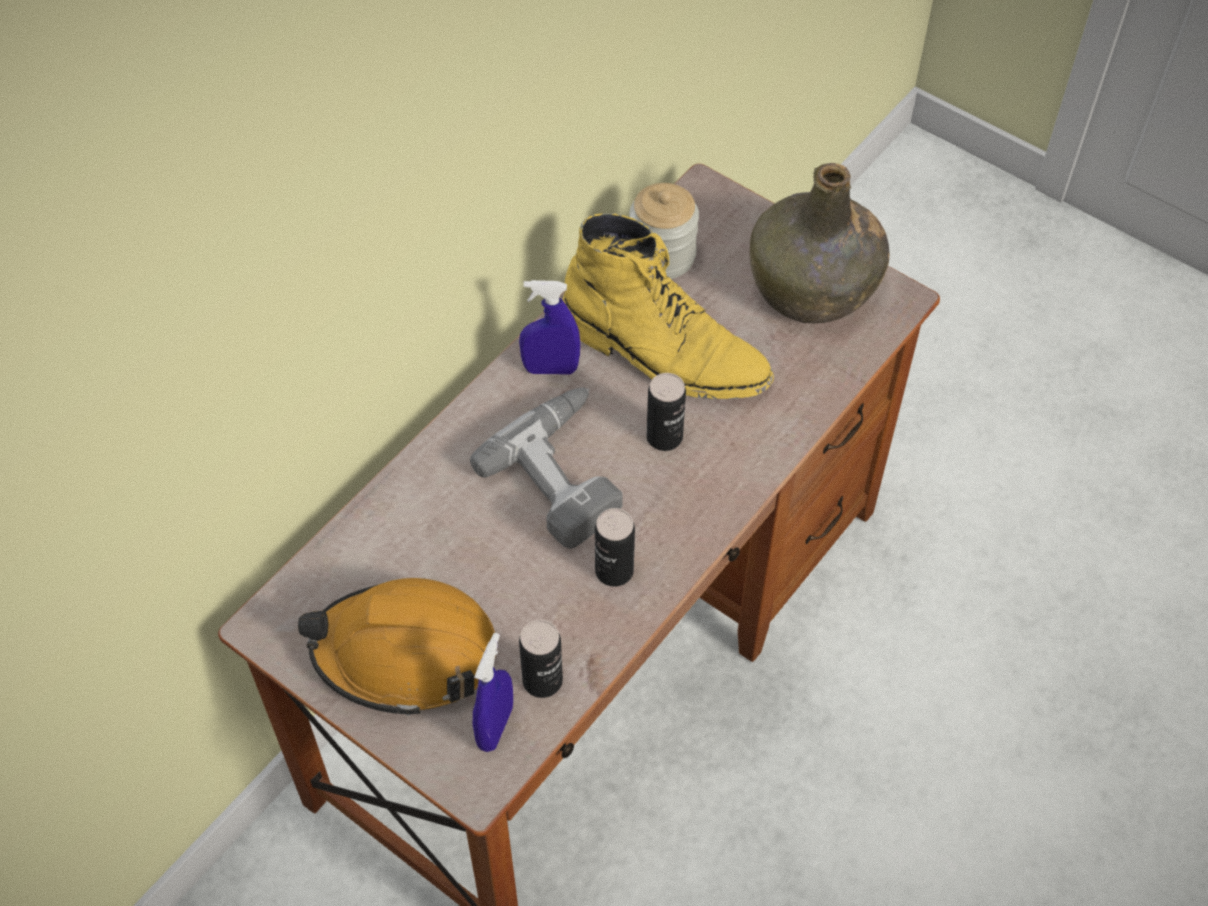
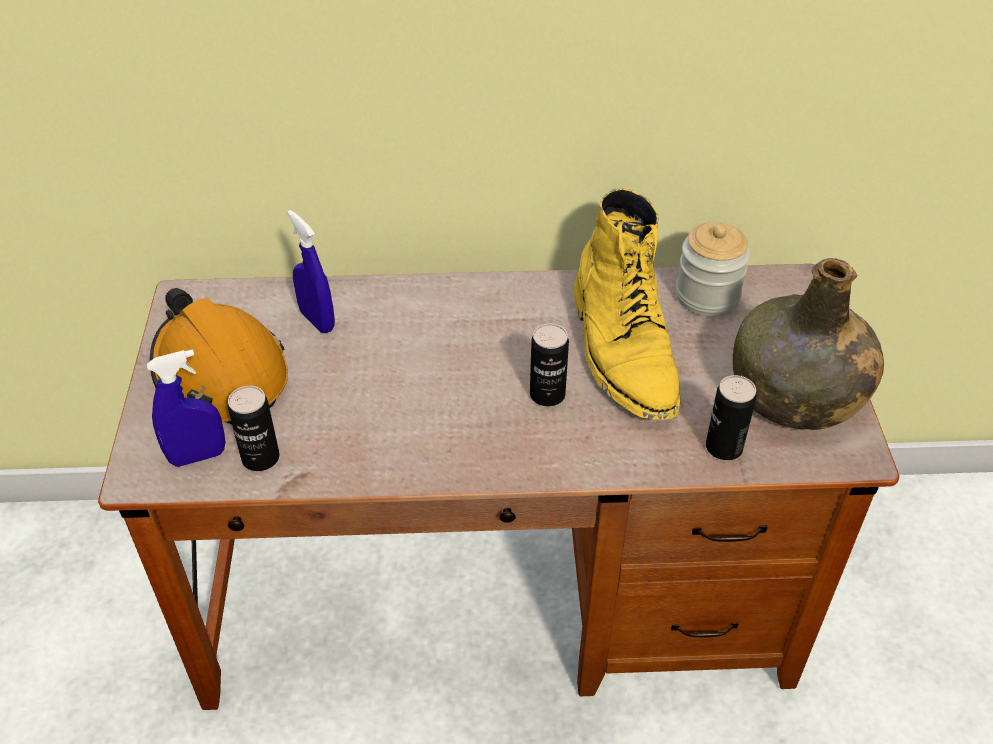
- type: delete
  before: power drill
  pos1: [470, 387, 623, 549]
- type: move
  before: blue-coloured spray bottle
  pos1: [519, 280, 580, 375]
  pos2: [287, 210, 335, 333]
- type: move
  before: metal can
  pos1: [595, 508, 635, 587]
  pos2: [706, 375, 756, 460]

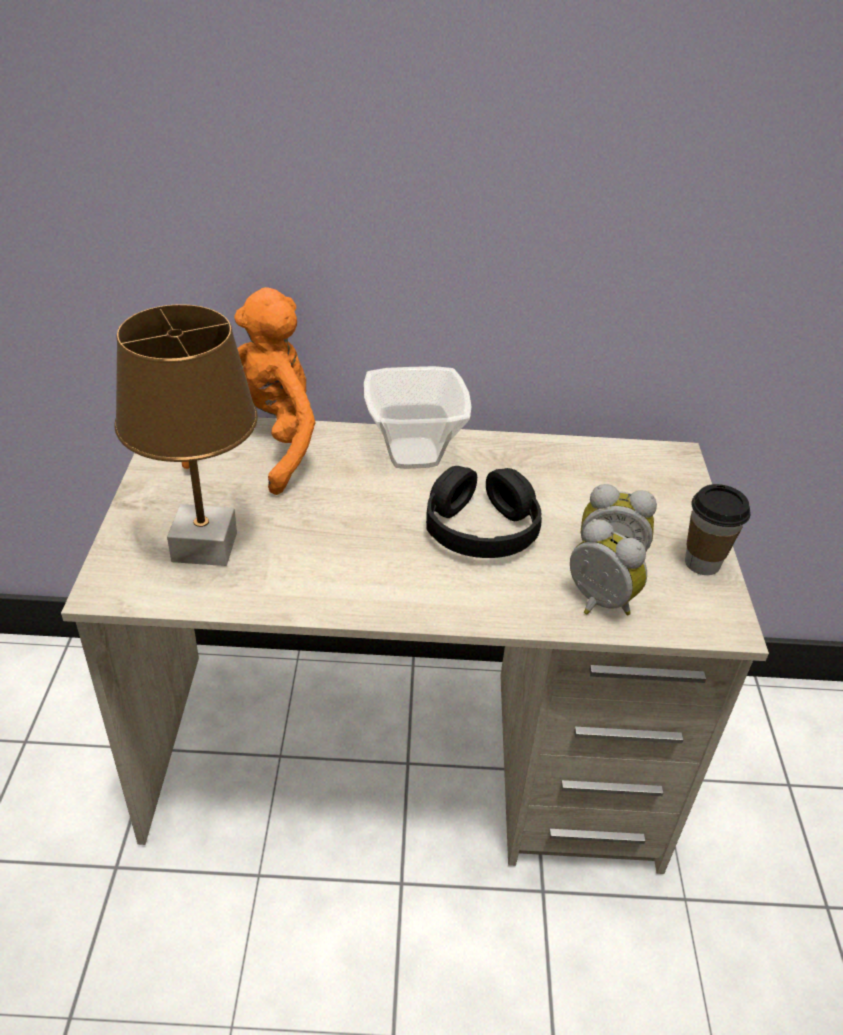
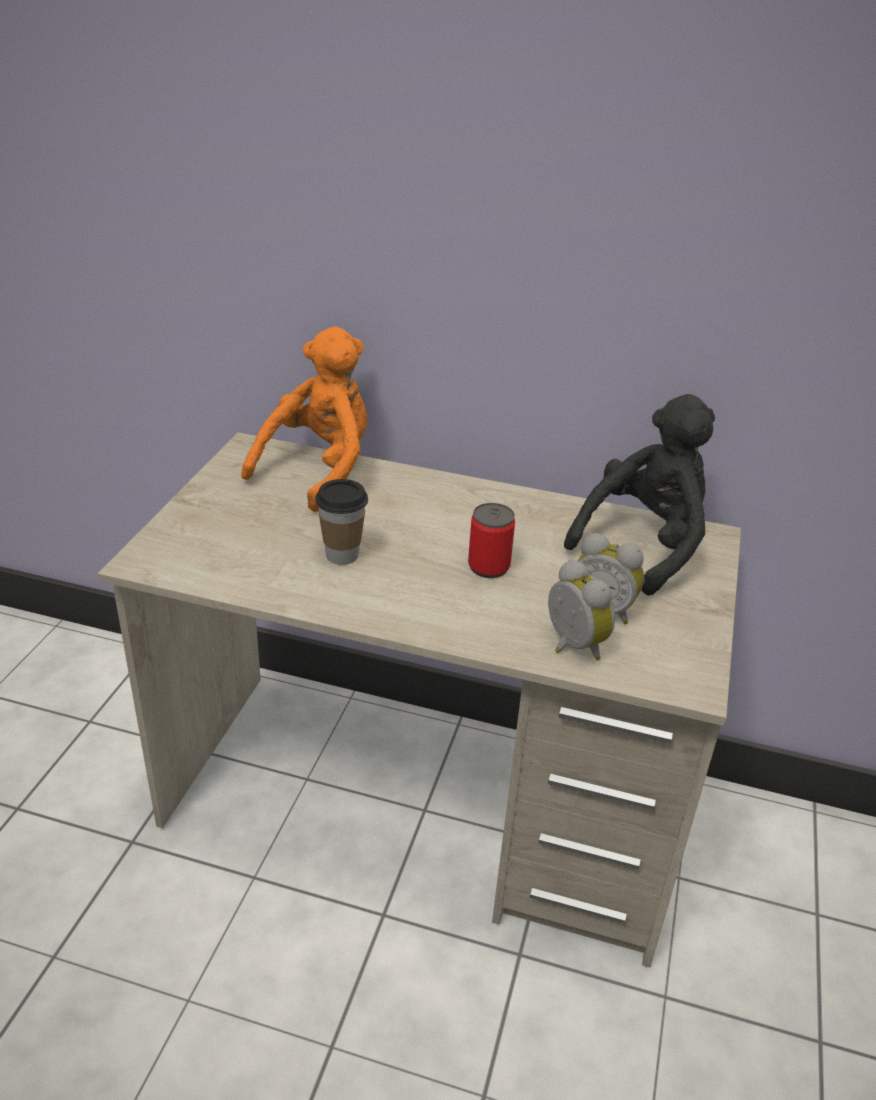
- type: delete
  before: brown tabletop lamp
  pos1: [115, 304, 258, 566]
- type: delete
  before: serving bowl
  pos1: [364, 366, 472, 469]
- type: replace
  before: black-coloured pair of headphones
  after: metal can
  pos1: [426, 466, 542, 558]
  pos2: [468, 503, 515, 578]
- type: move
  before: cup
  pos1: [685, 484, 751, 575]
  pos2: [315, 479, 368, 565]
- type: insert
  after: black-coloured soft toy
  pos2: [564, 394, 715, 596]

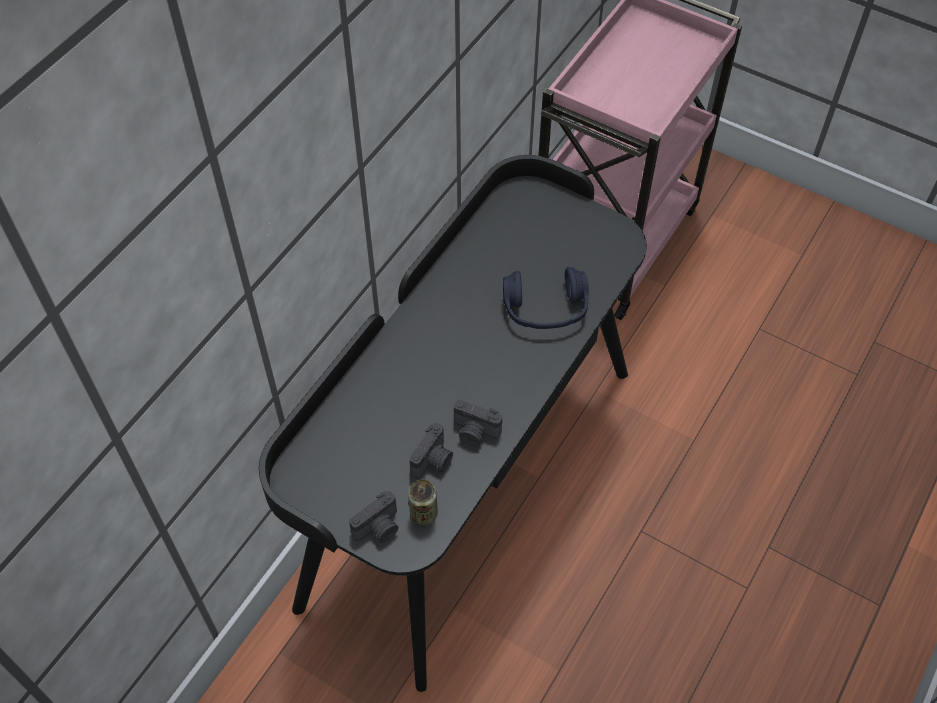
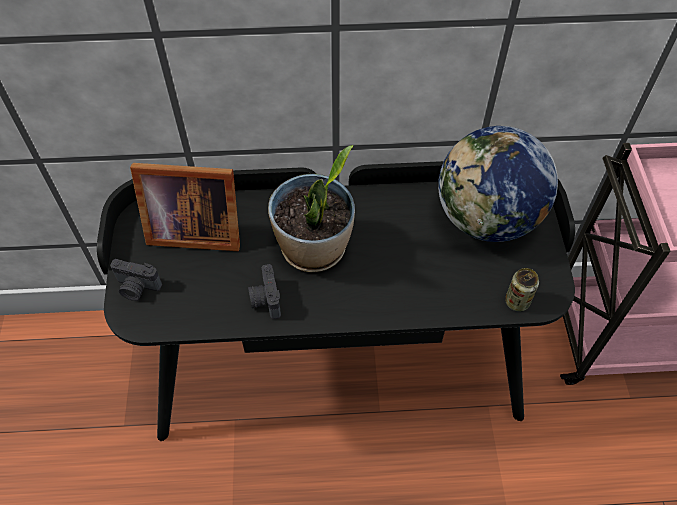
- type: move
  before: metal can
  pos1: [408, 480, 438, 525]
  pos2: [505, 268, 539, 312]
- type: delete
  before: photo camera
  pos1: [409, 423, 453, 478]
- type: delete
  before: blue-coloured pair of headphones
  pos1: [503, 267, 589, 329]
- type: insert
  after: photo frame
  pos2: [130, 163, 240, 251]
- type: insert
  after: potted plant
  pos2: [268, 145, 355, 272]
- type: insert
  after: globe
  pos2: [438, 126, 558, 242]

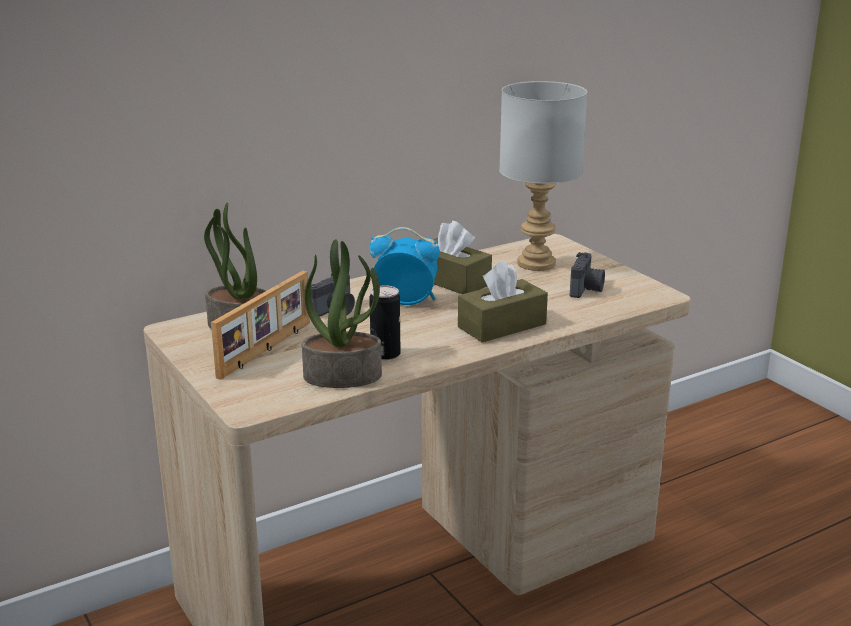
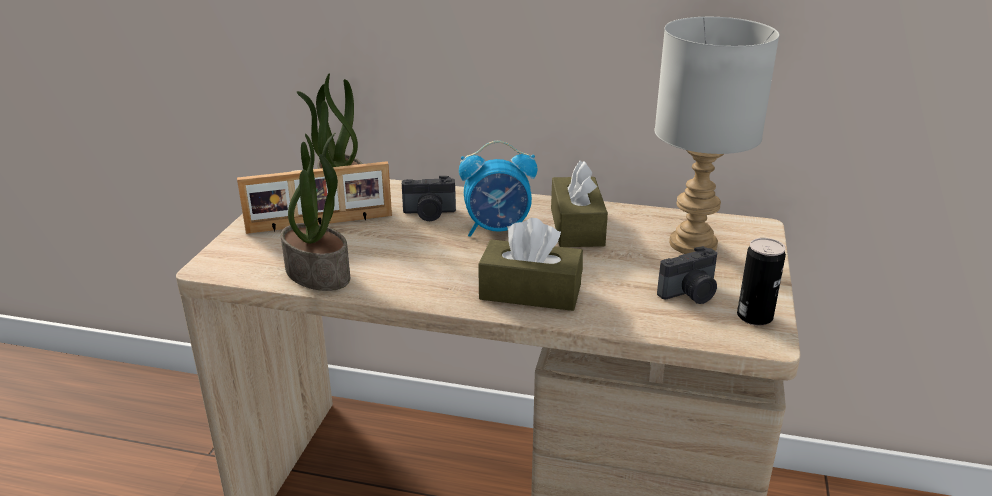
- type: rotate
  before: alarm clock
  pos1: [369, 227, 440, 305]
  pos2: [459, 141, 537, 237]
  turn: 120
- type: move
  before: metal can
  pos1: [369, 285, 400, 360]
  pos2: [737, 238, 786, 326]

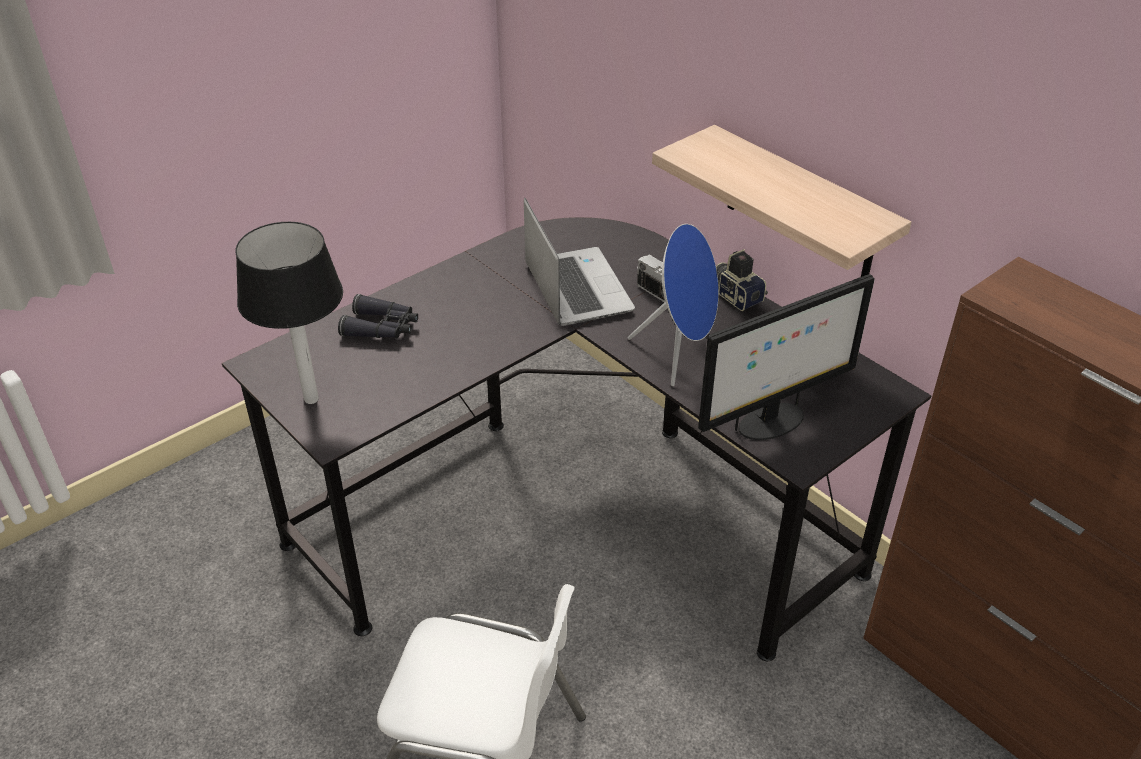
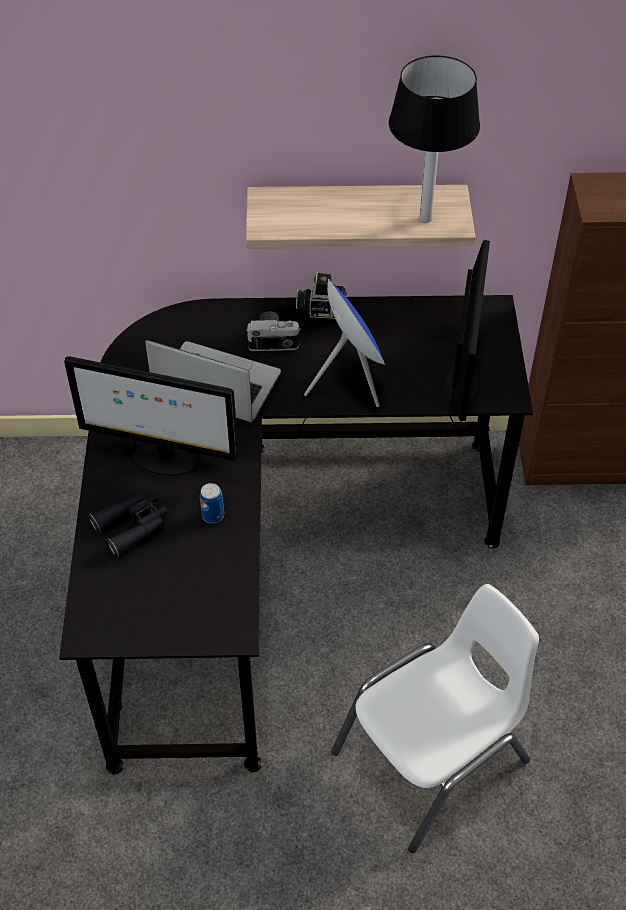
- type: move
  before: tabletop lamp
  pos1: [236, 222, 343, 404]
  pos2: [389, 55, 480, 222]
- type: insert
  after: monitor
  pos2: [64, 357, 239, 476]
- type: insert
  after: metal can
  pos2: [200, 483, 224, 523]

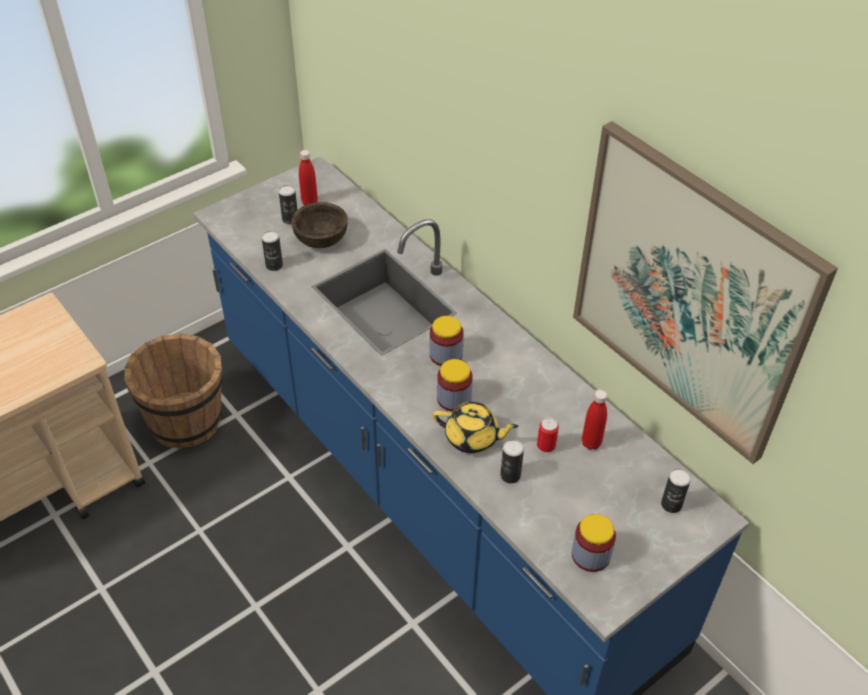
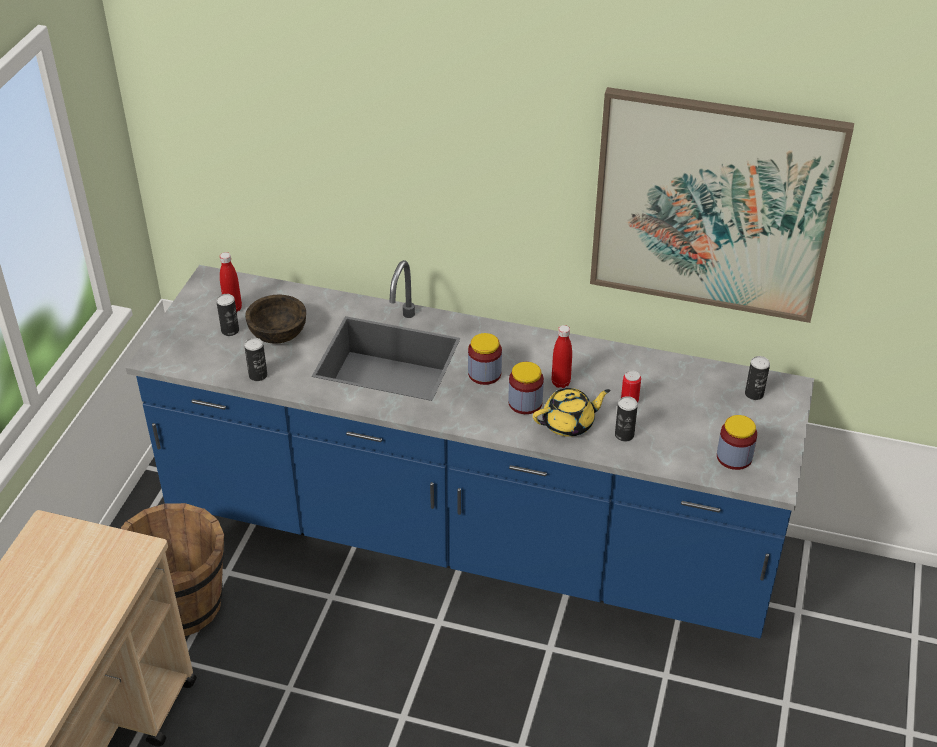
- type: move
  before: red-coloured drink bottle
  pos1: [582, 390, 607, 450]
  pos2: [552, 325, 572, 388]

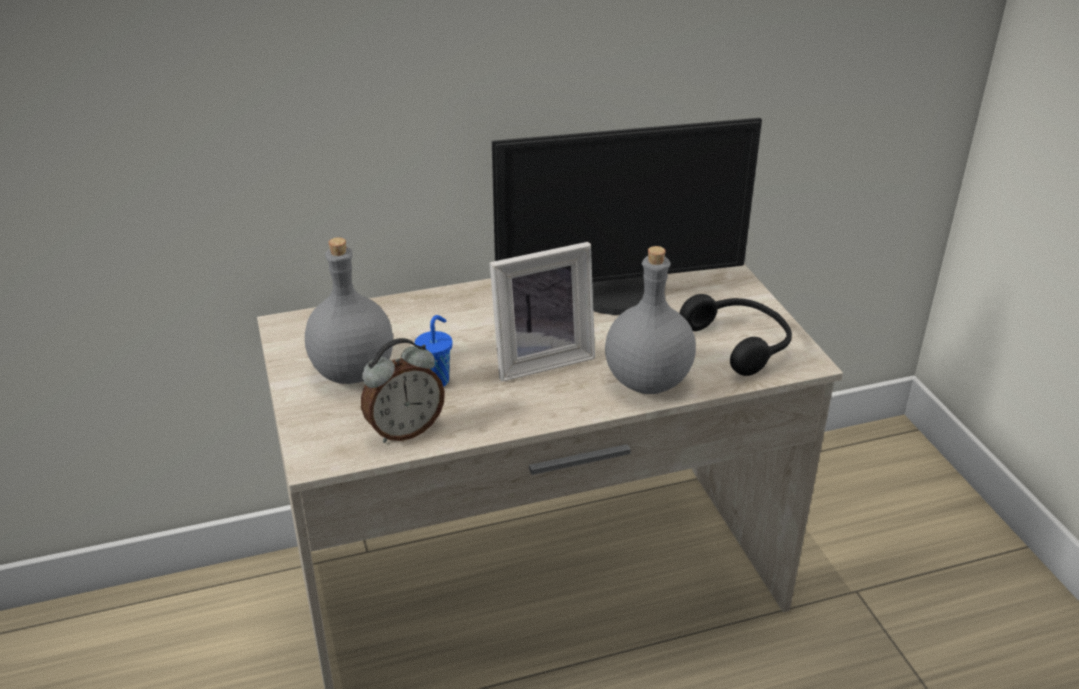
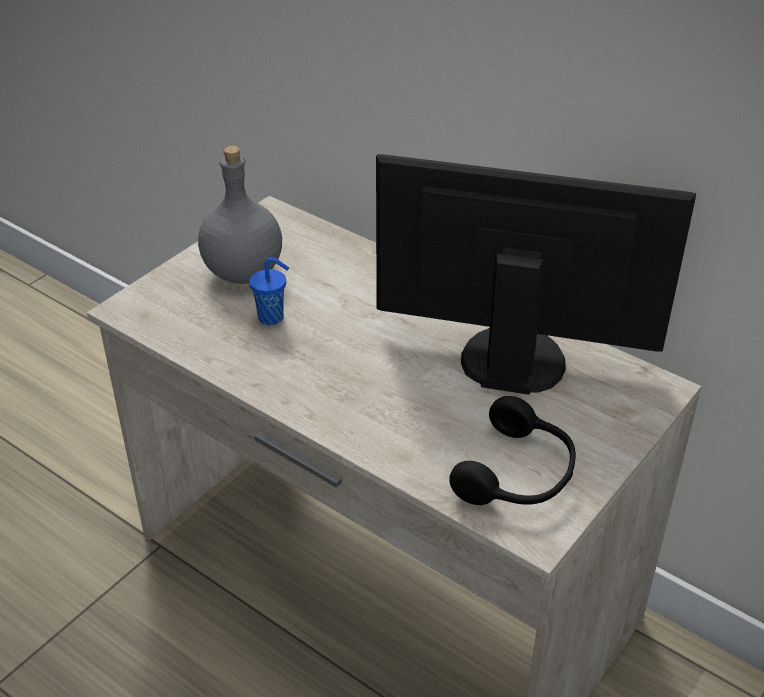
- type: delete
  before: alarm clock
  pos1: [361, 338, 445, 443]
- type: delete
  before: photo frame
  pos1: [490, 242, 595, 382]
- type: rotate
  before: monitor
  pos1: [492, 118, 762, 315]
  pos2: [376, 154, 696, 395]
  turn: 150
- type: delete
  before: grey drink bottle
  pos1: [605, 246, 696, 394]

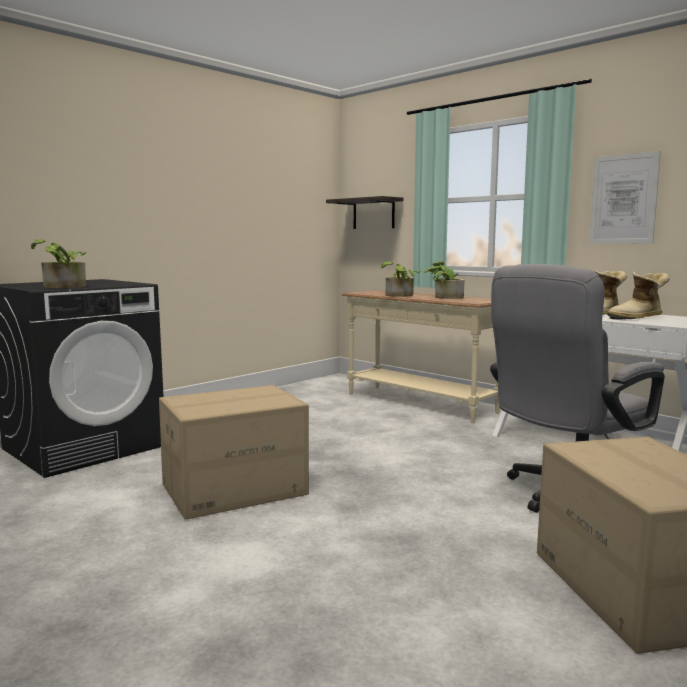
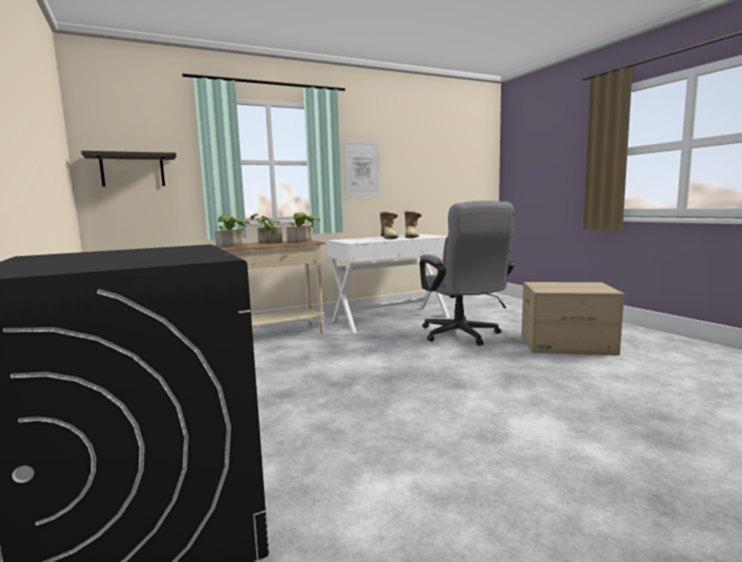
- type: move
  before: potted plant
  pos1: [31, 239, 86, 288]
  pos2: [286, 212, 320, 243]
- type: delete
  before: carton
  pos1: [159, 385, 309, 520]

